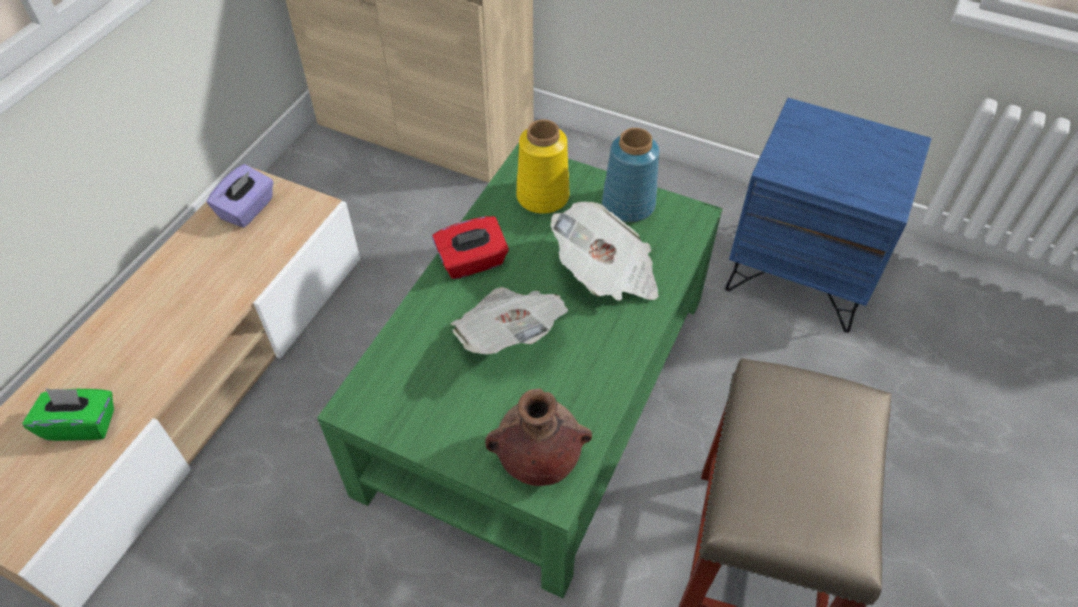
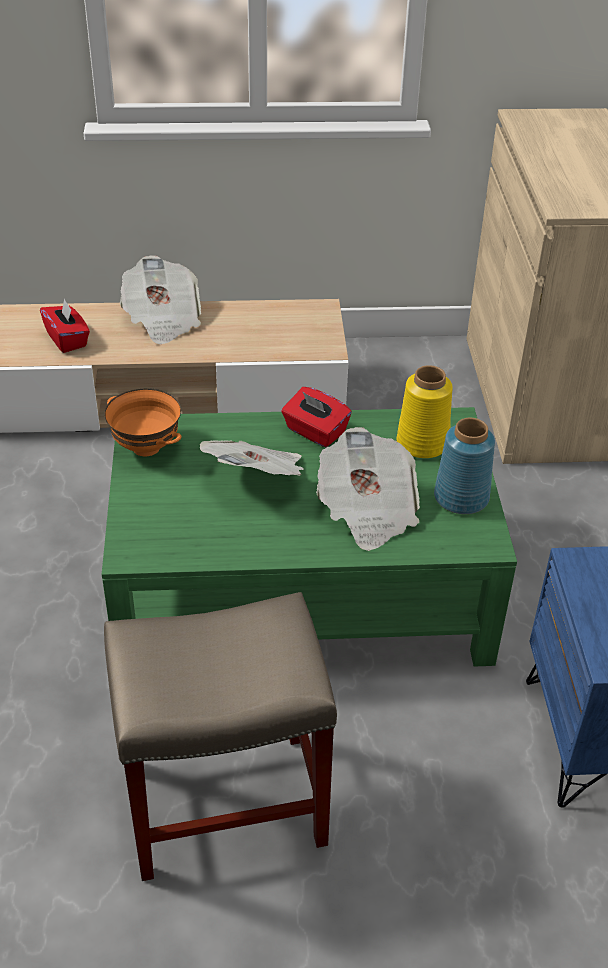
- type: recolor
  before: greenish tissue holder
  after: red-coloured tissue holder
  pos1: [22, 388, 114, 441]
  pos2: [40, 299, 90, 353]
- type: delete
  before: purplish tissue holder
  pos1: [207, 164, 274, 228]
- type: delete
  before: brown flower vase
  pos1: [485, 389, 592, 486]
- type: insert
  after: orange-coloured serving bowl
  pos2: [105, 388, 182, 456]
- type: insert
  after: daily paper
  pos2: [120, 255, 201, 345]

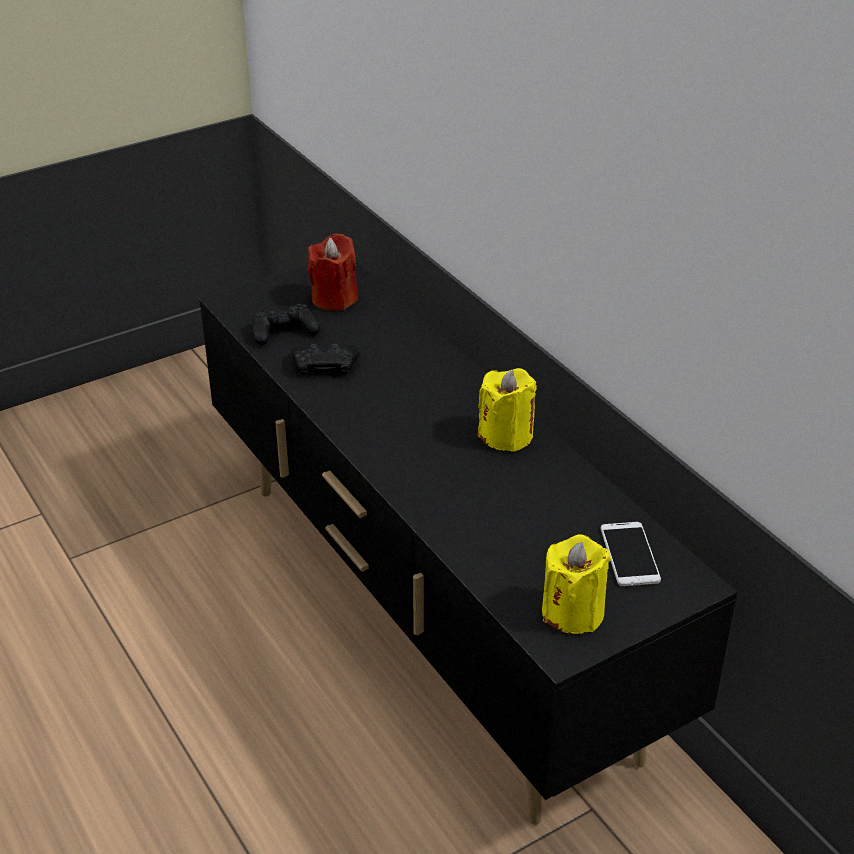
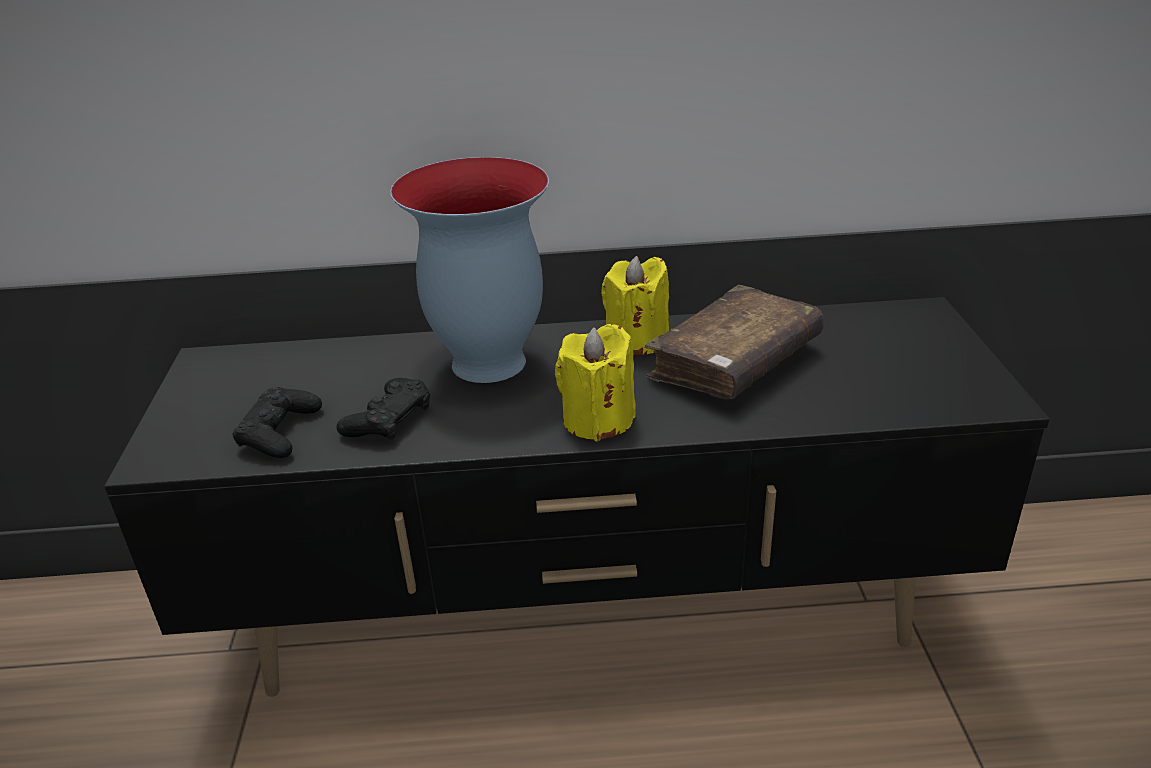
- type: delete
  before: red-coloured wax light
  pos1: [308, 234, 358, 311]
- type: move
  before: yellow-coloured wax light
  pos1: [542, 534, 611, 634]
  pos2: [555, 324, 636, 441]
- type: delete
  before: phone
  pos1: [601, 522, 661, 586]
- type: insert
  after: flower vase
  pos2: [390, 157, 549, 383]
- type: insert
  after: brown bound book
  pos2: [644, 285, 824, 399]

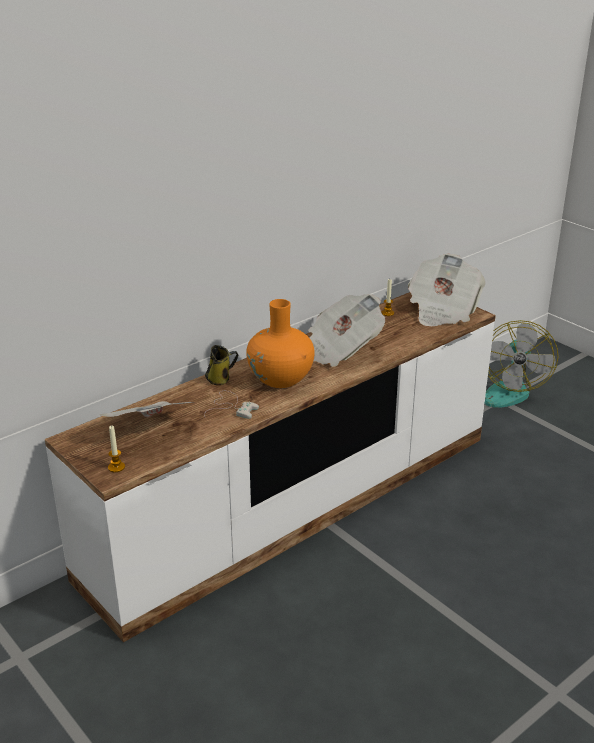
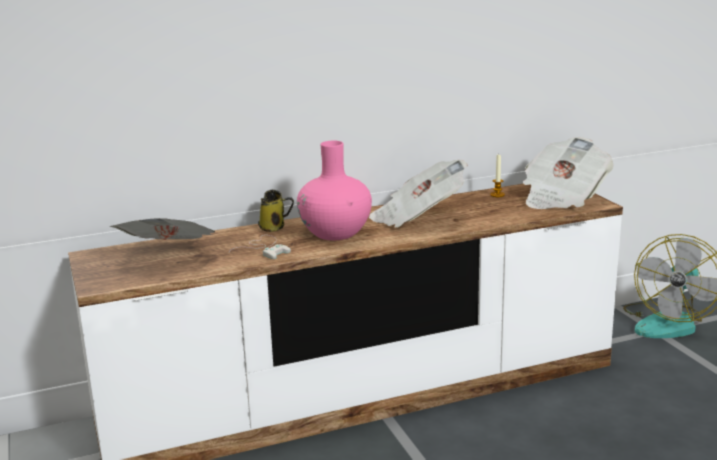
- type: delete
  before: wax light
  pos1: [108, 425, 125, 472]
- type: recolor
  before: orange-coloured flower vase
  after: pink-coloured flower vase
  pos1: [246, 299, 315, 388]
  pos2: [297, 141, 372, 240]

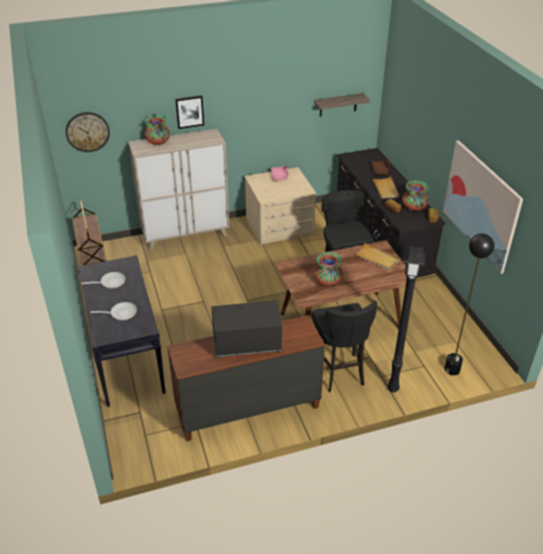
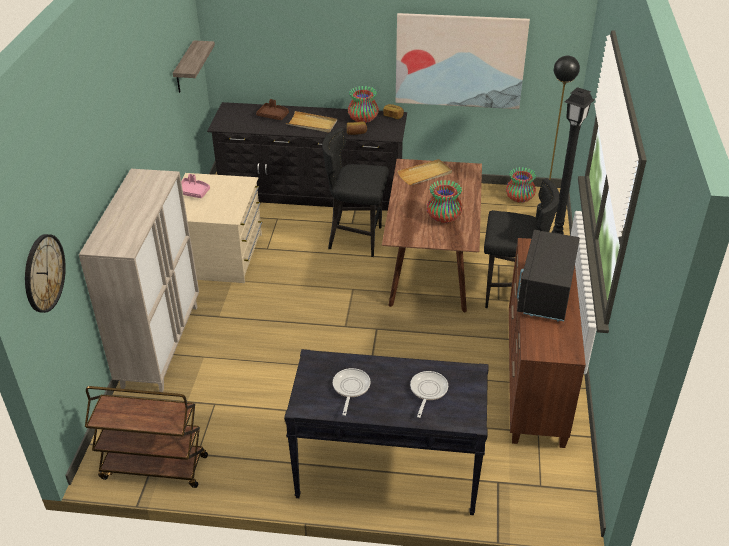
- type: move
  before: flower vase
  pos1: [144, 114, 170, 145]
  pos2: [506, 167, 536, 203]
- type: delete
  before: wall art
  pos1: [175, 95, 204, 129]

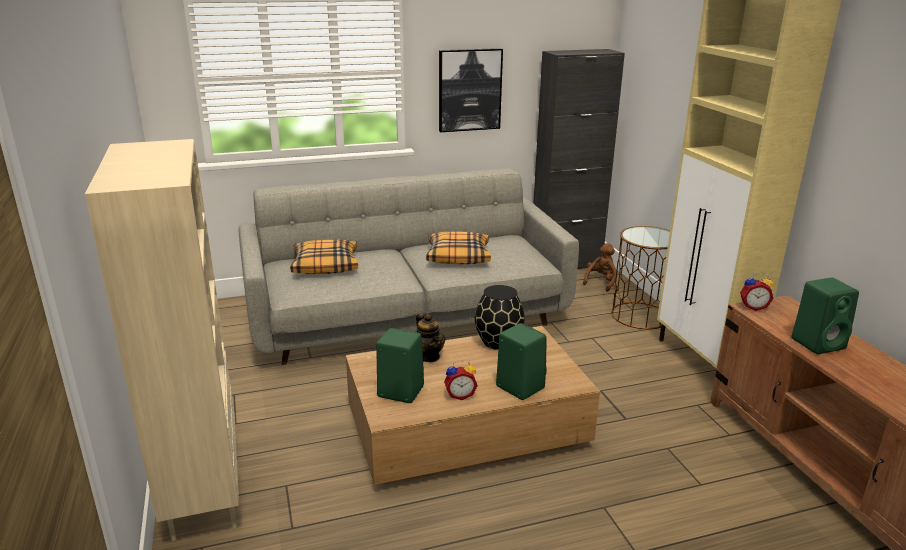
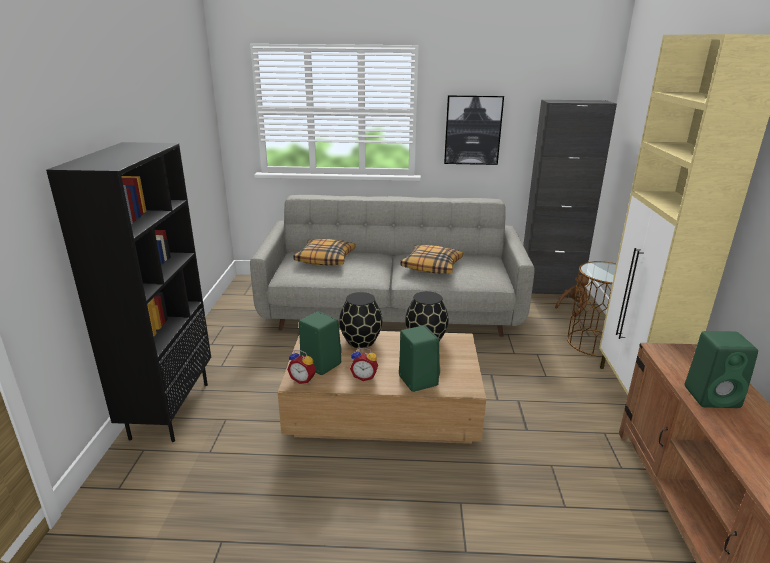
- type: recolor
  before: beige-coloured bookshelf
  after: black-coloured bookshelf
  pos1: [85, 139, 239, 541]
  pos2: [46, 142, 211, 442]
- type: replace
  before: teapot
  after: black-coloured flower vase
  pos1: [416, 313, 445, 362]
  pos2: [339, 292, 382, 348]
- type: move
  before: alarm clock
  pos1: [740, 273, 774, 311]
  pos2: [287, 350, 316, 384]

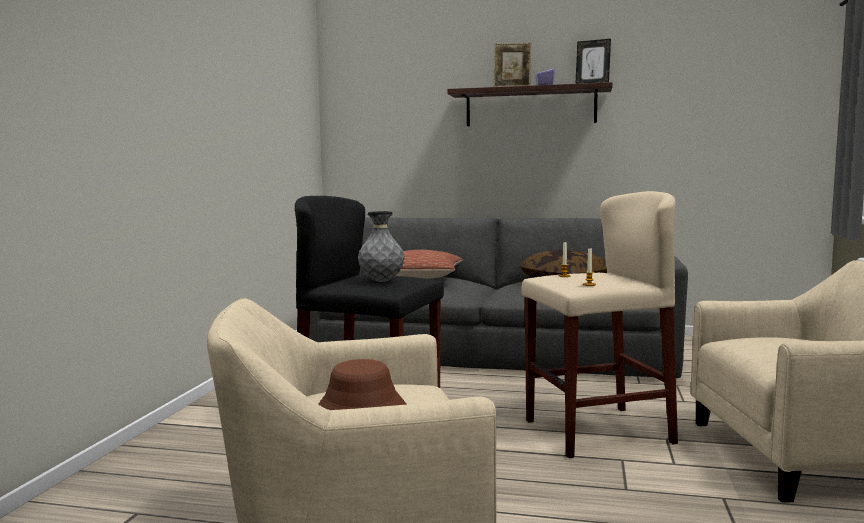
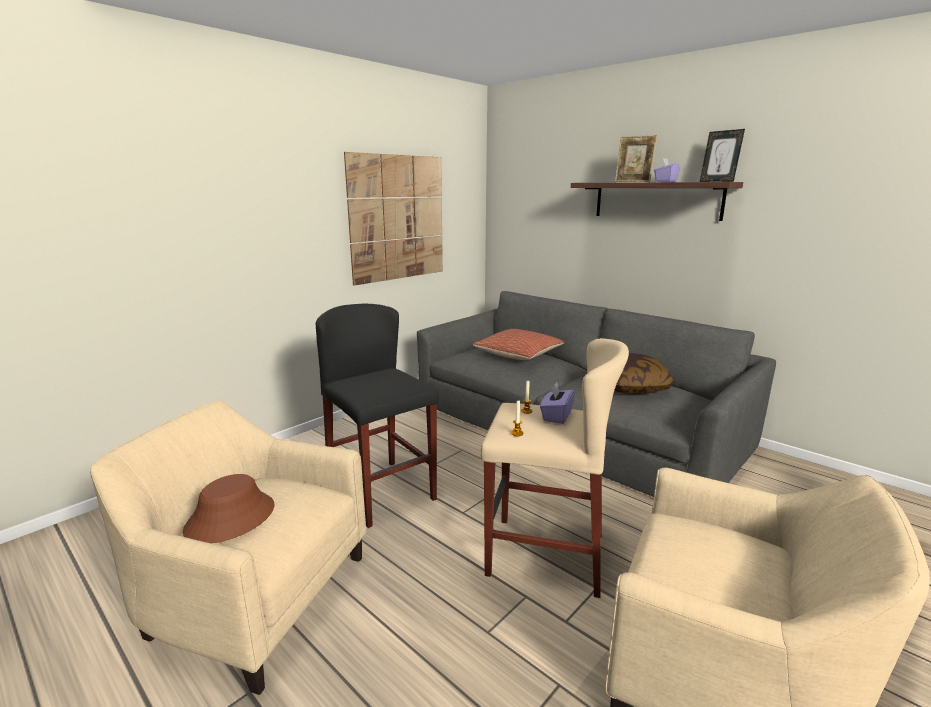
- type: delete
  before: grey flower vase
  pos1: [358, 211, 404, 282]
- type: insert
  after: wall art
  pos2: [344, 152, 443, 286]
- type: insert
  after: purplish tissue holder
  pos2: [540, 383, 575, 424]

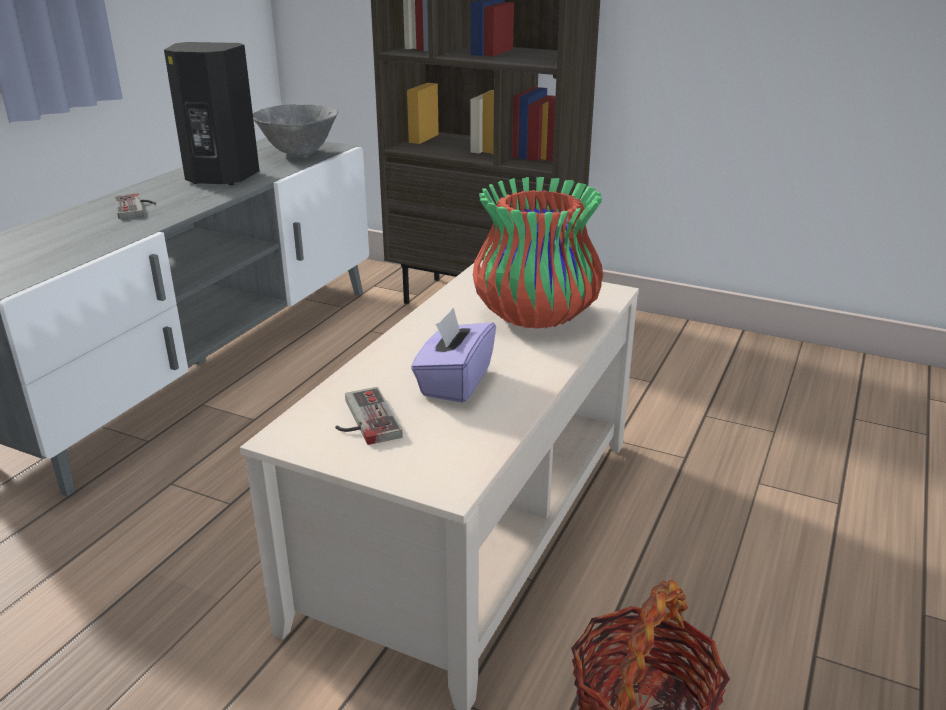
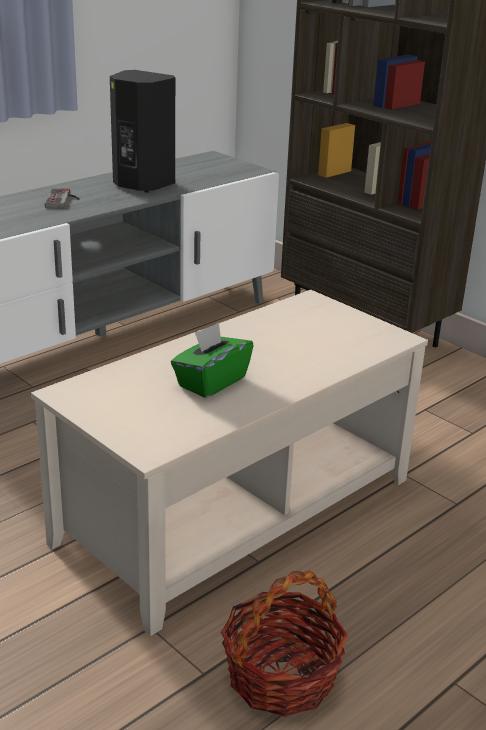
- type: delete
  before: grey serving bowl
  pos1: [253, 105, 338, 156]
- type: delete
  before: joypad
  pos1: [335, 387, 403, 445]
- type: recolor
  before: purplish tissue holder
  after: greenish tissue holder
  pos1: [411, 308, 496, 403]
  pos2: [171, 322, 254, 398]
- type: delete
  before: flower vase
  pos1: [473, 177, 603, 329]

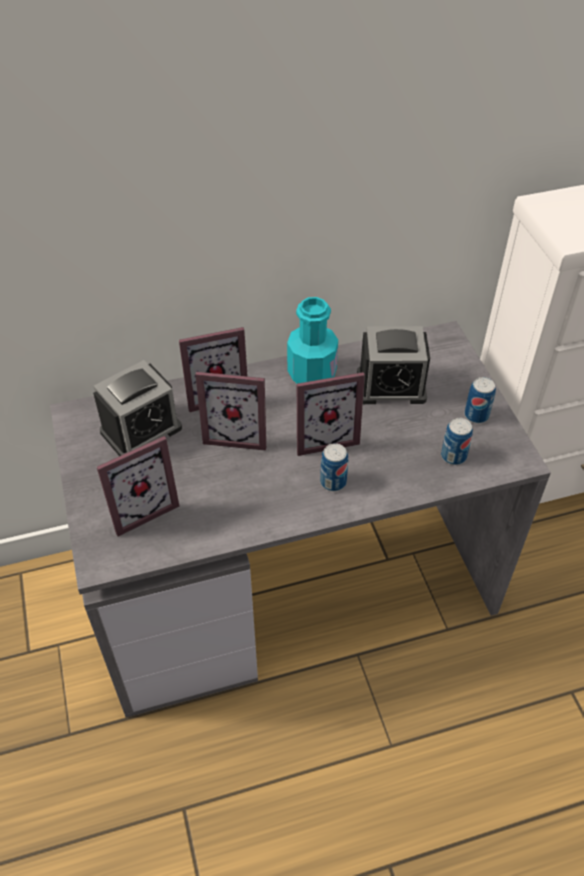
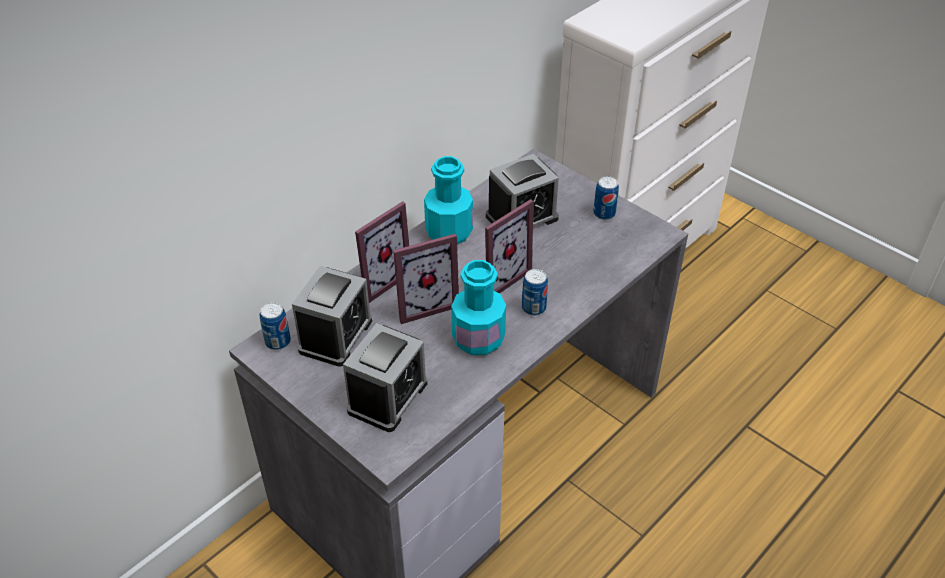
- type: replace
  before: photo frame
  after: alarm clock
  pos1: [97, 436, 179, 536]
  pos2: [343, 323, 427, 432]
- type: move
  before: metal can
  pos1: [441, 418, 473, 465]
  pos2: [260, 302, 291, 350]
- type: insert
  after: turquoise-coloured drink bottle
  pos2: [451, 260, 506, 355]

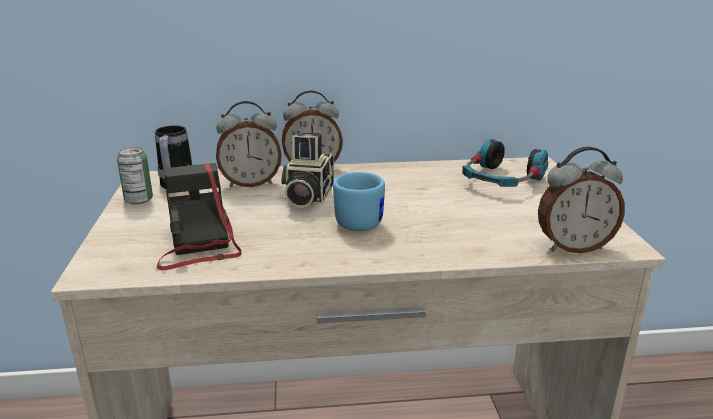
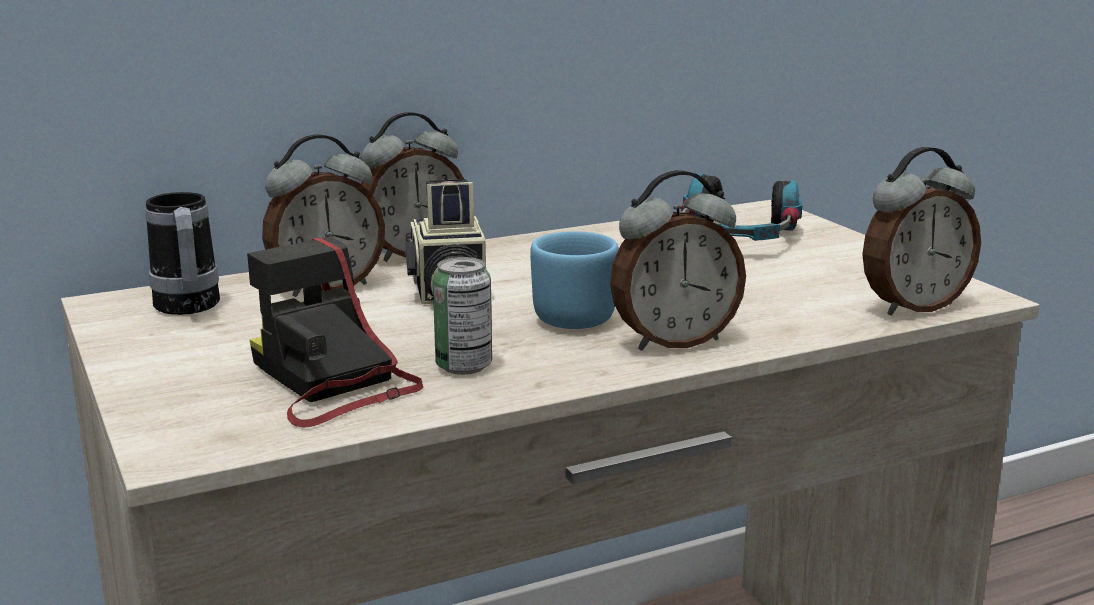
- type: move
  before: metal can
  pos1: [117, 147, 153, 204]
  pos2: [433, 257, 492, 375]
- type: insert
  after: alarm clock
  pos2: [610, 170, 746, 351]

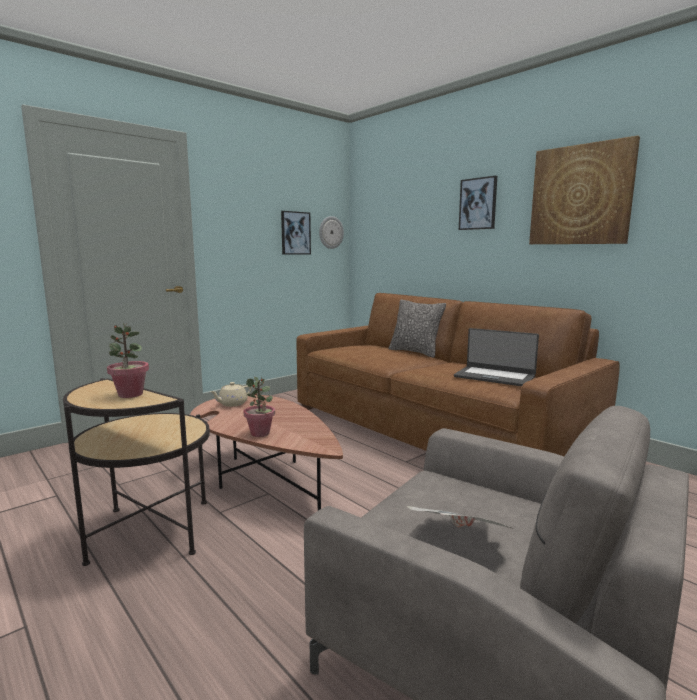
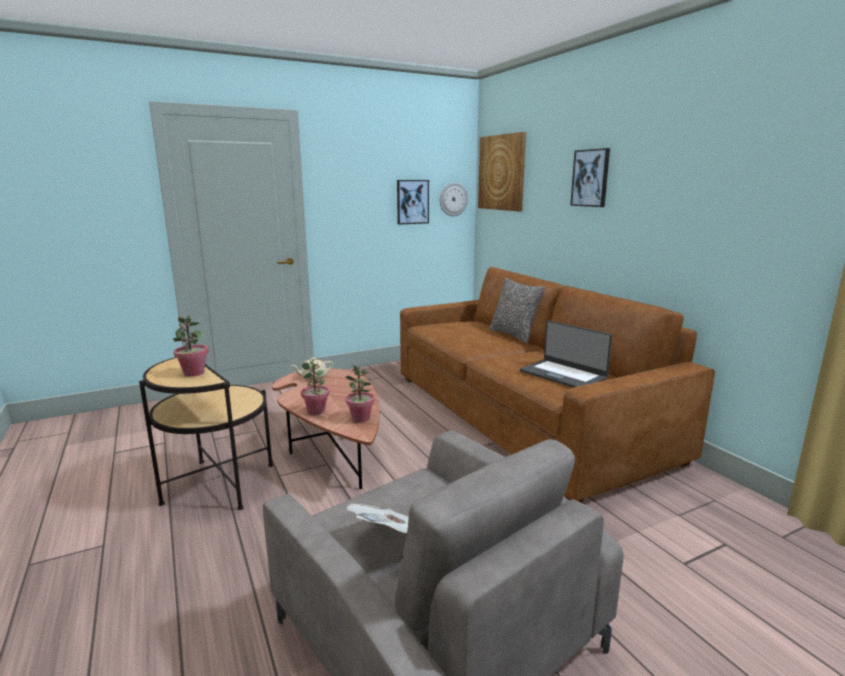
- type: move
  before: wall art
  pos1: [529, 135, 640, 244]
  pos2: [478, 132, 526, 212]
- type: insert
  after: potted plant
  pos2: [345, 365, 375, 423]

